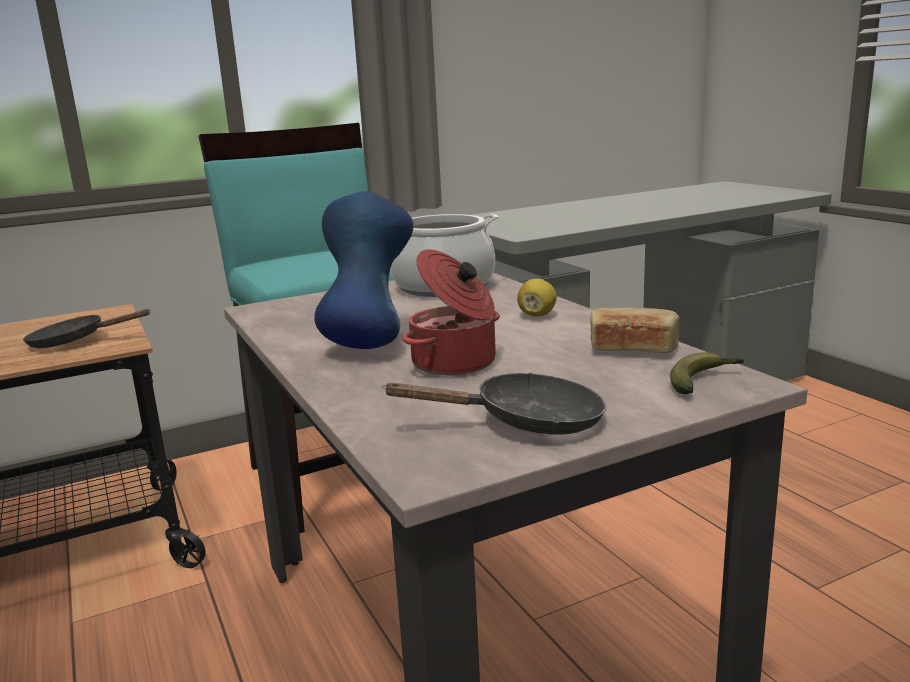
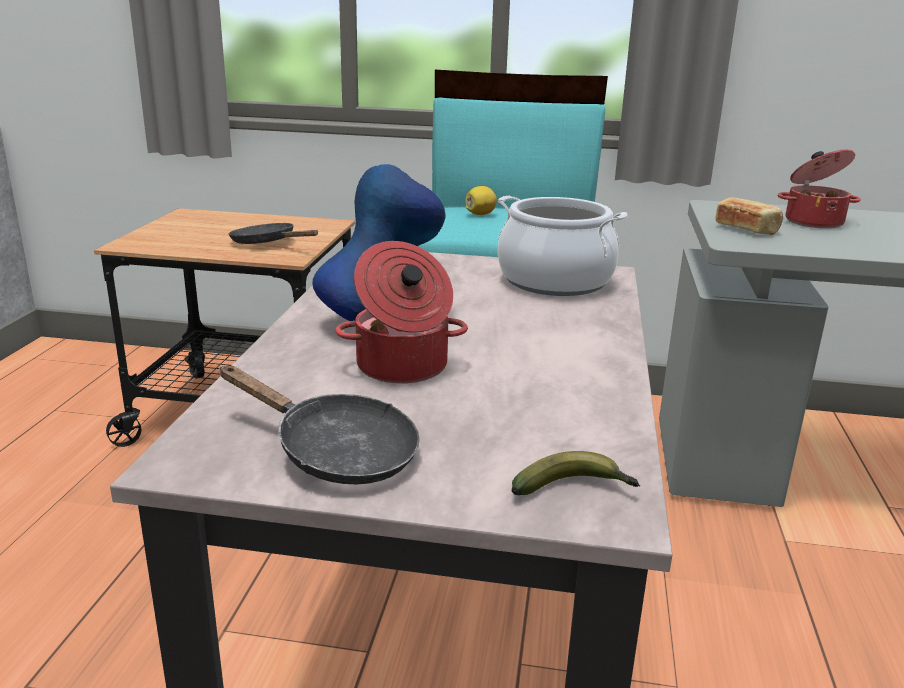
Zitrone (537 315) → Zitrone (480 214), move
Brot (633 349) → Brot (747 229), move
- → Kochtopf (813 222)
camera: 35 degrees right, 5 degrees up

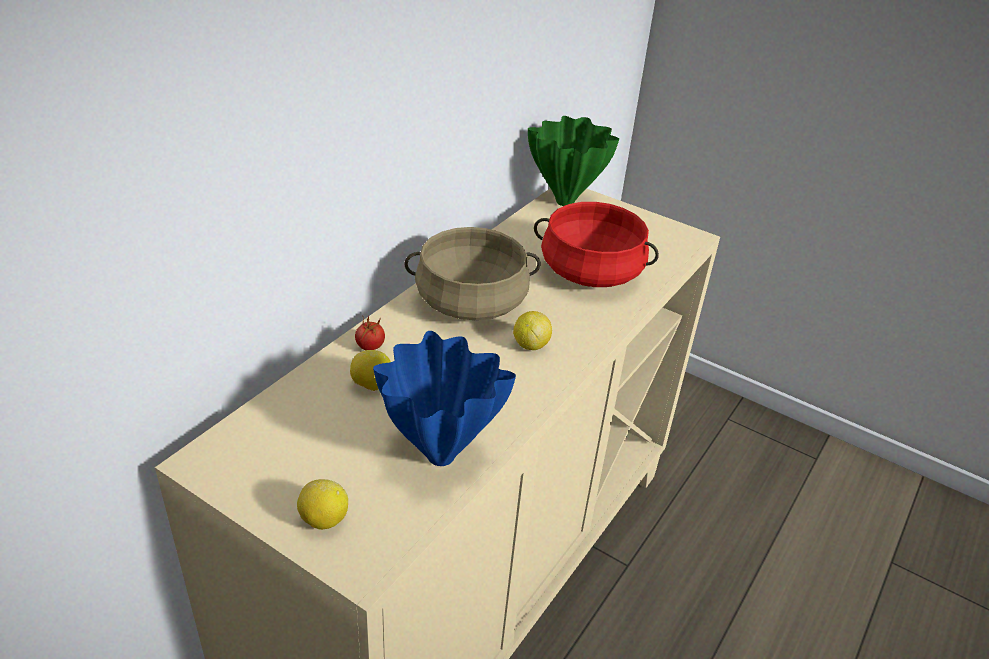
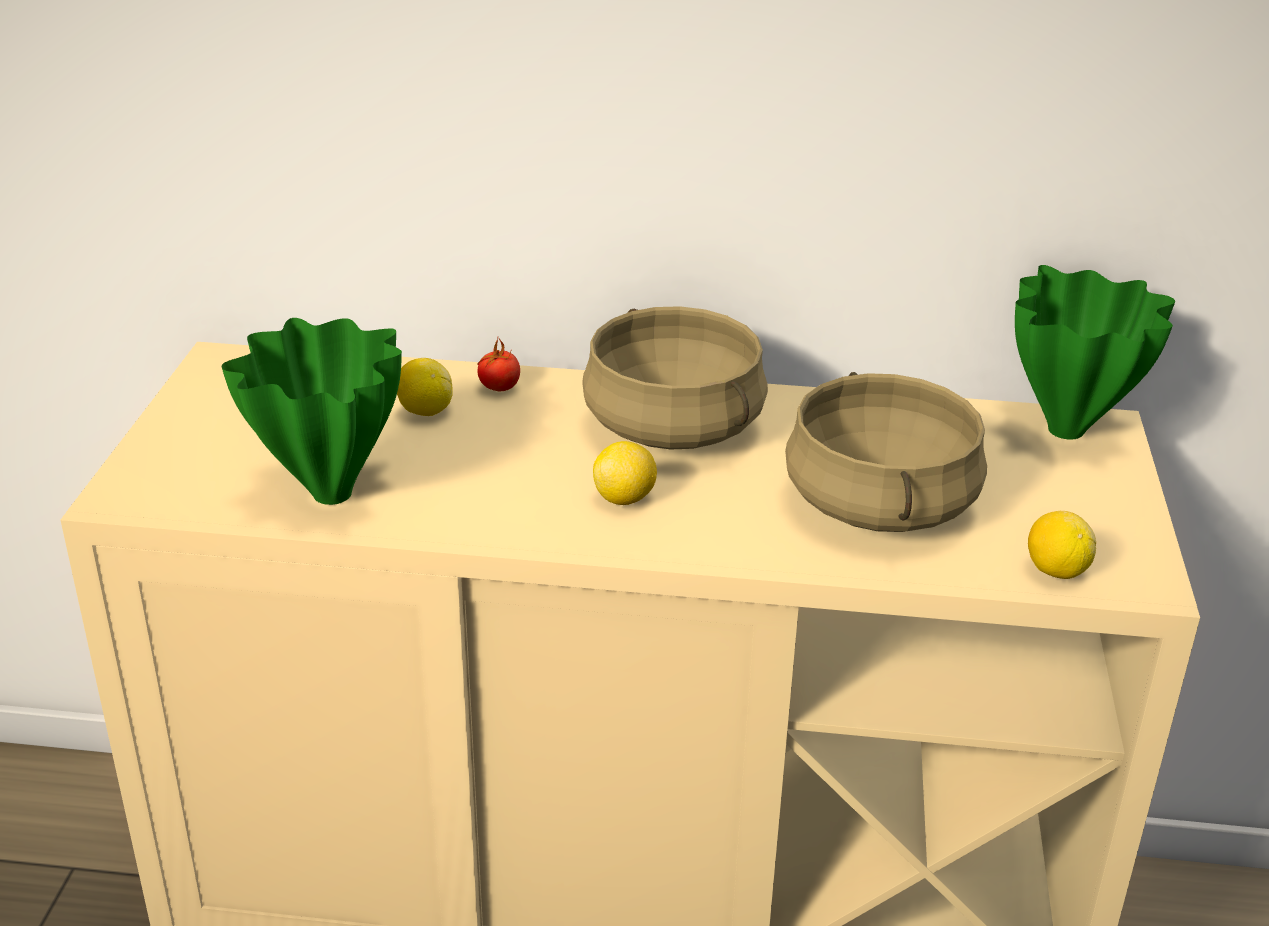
Zitrone (323 520) → Zitrone (1055 571), move
Vase (blau) (438 456) → Vase (grün) (331 492)
Kochtopf (rot) (590 273) → Kochtopf (beige) (877 504)
camera: 65 degrees right, 5 degrees down

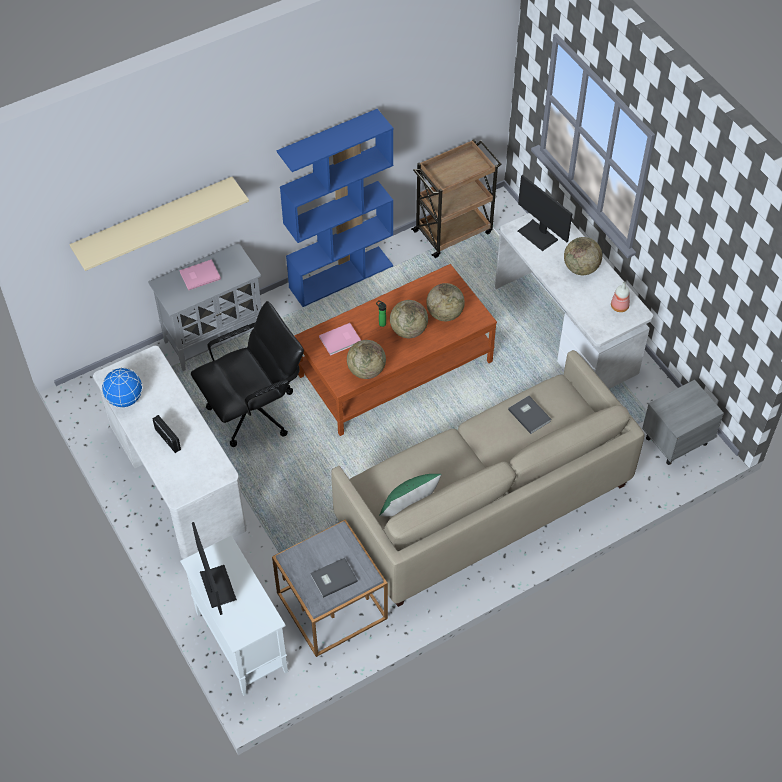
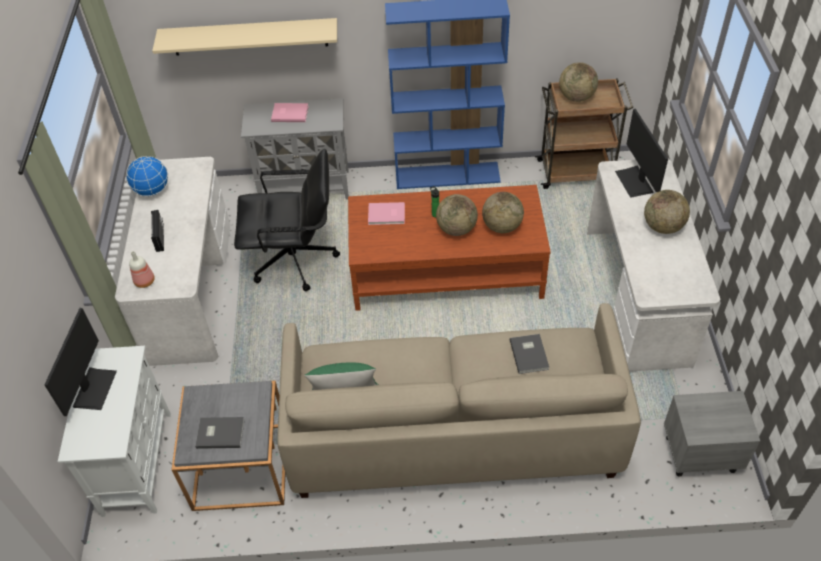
Globus (366 370) → Globus (576 97), move
Flasche (619 306) → Flasche (145 281), move
camera: 30 degrees right, 5 degrees down

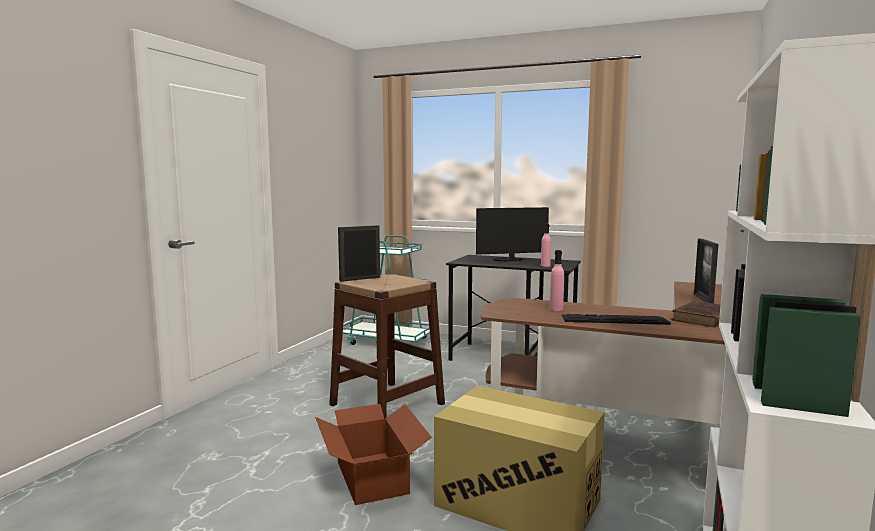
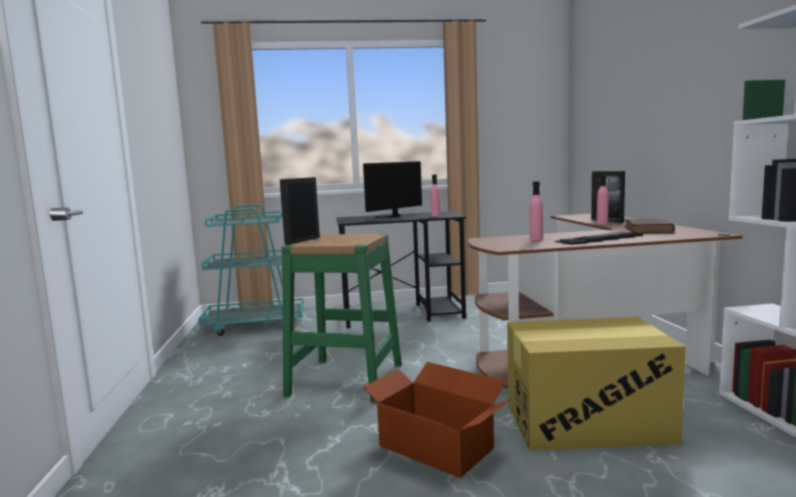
Hocker (braun) (387 404) → Hocker (grün) (346 379)
- → Flasche (rosa) (602 223)
camera: 30 degrees left, 0 degrees up

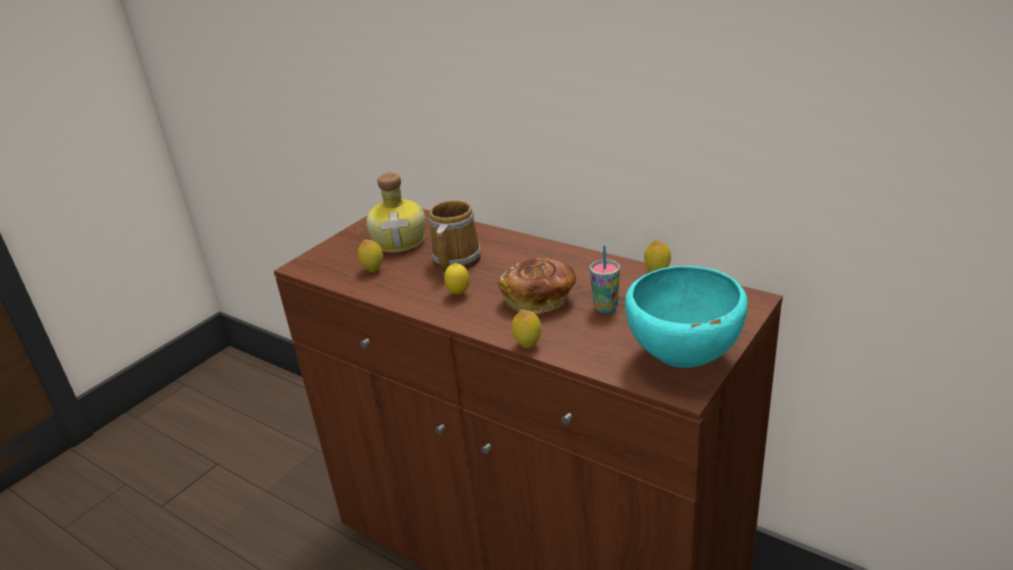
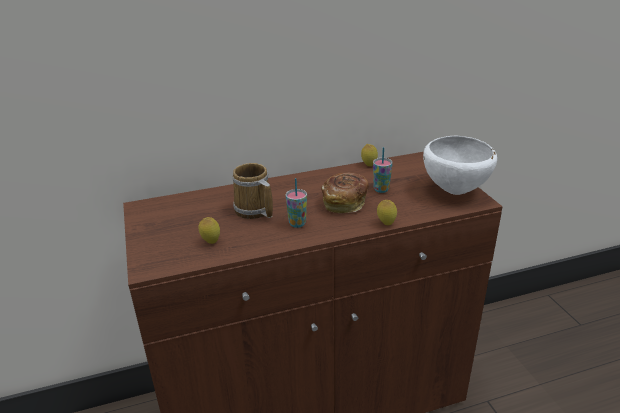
Flasche (401 241) → -
Zitrone (459 294) → Tasse (297 224)
Schüssel (türkis) (684 361) → Schüssel (weiß) (456 191)
camera: 55 degrees left, 0 degrees up

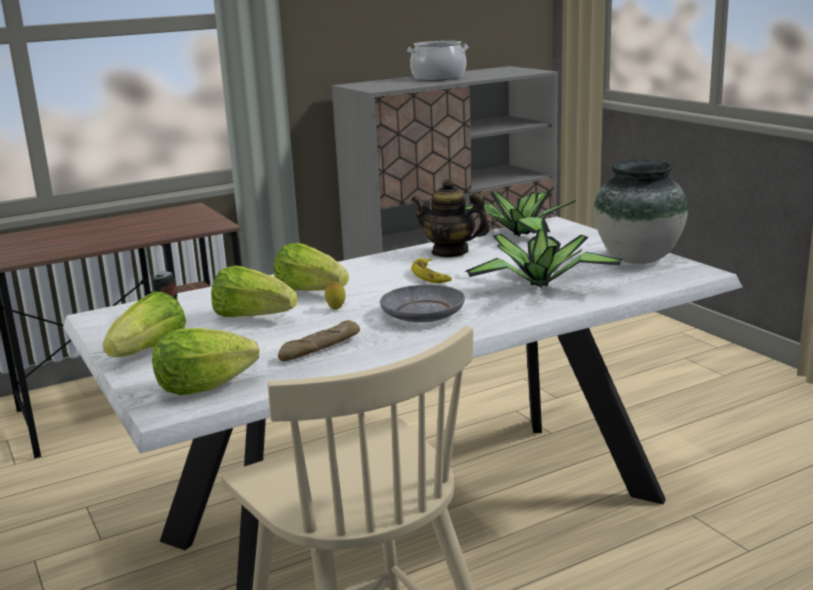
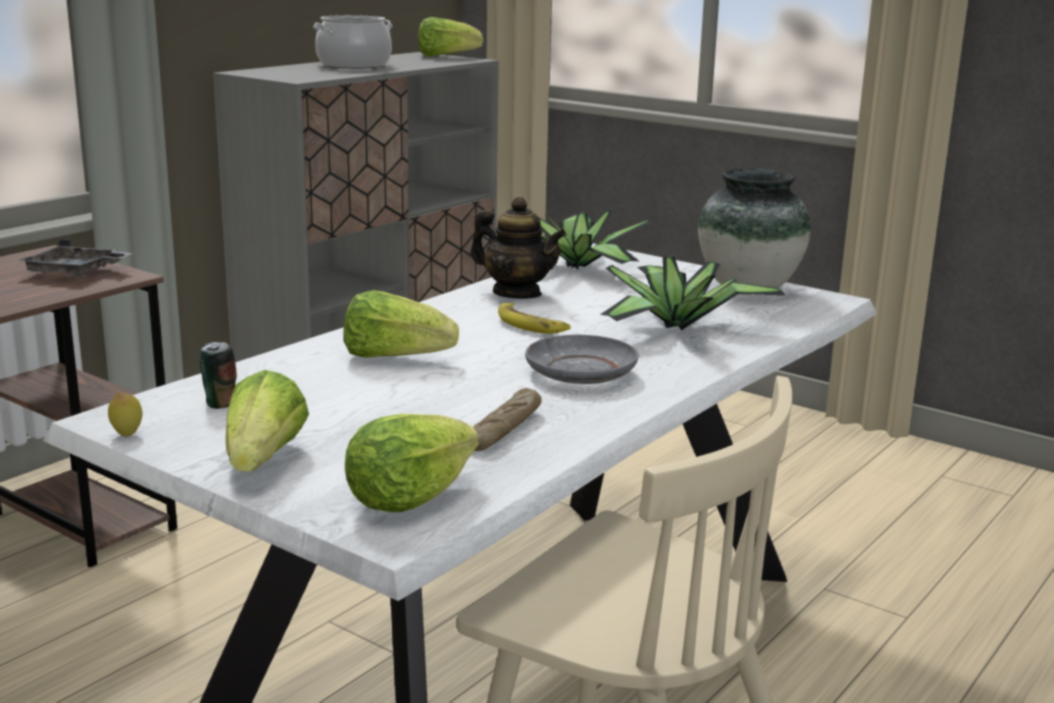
Salatkopf (253 317) → Salatkopf (446 56), move
Zitrone (336 308) → Zitrone (127 434), move
Teekanne (450 252) → Teekanne (517 293), 150 degrees counterclockwise
- → Tablett (grau) (75 272)
camera: 25 degrees left, 0 degrees up

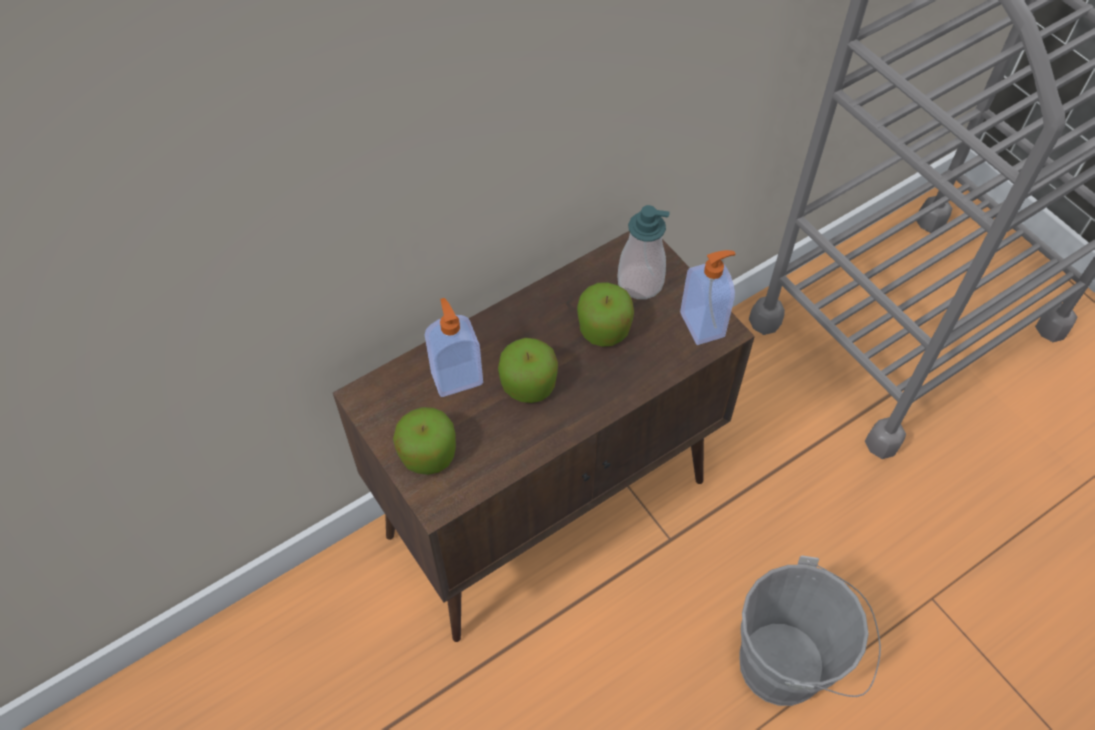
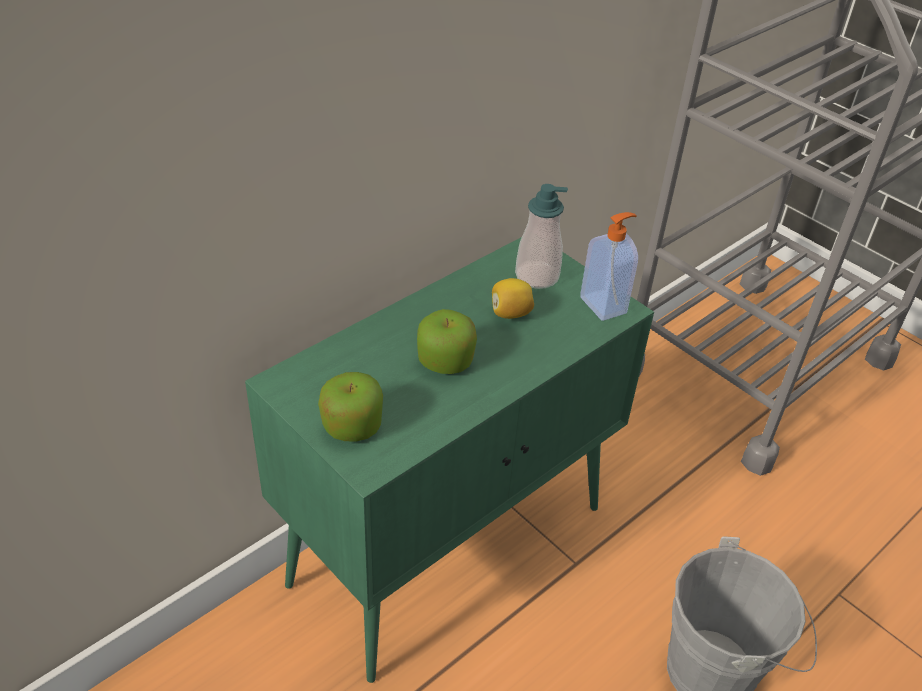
Schrank (braun) (549 506) → Schrank (grün) (450 543)
Seifenspender (456 377) → -
Apfel (604 329) → Zitrone (510 313)
camera: 10 degrees left, 15 degrees down

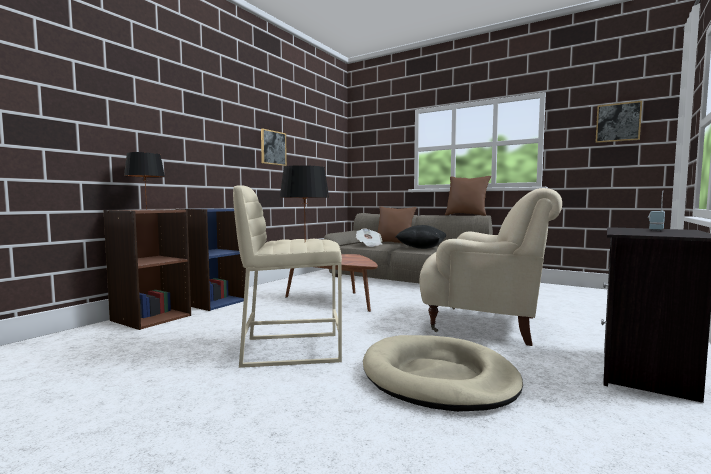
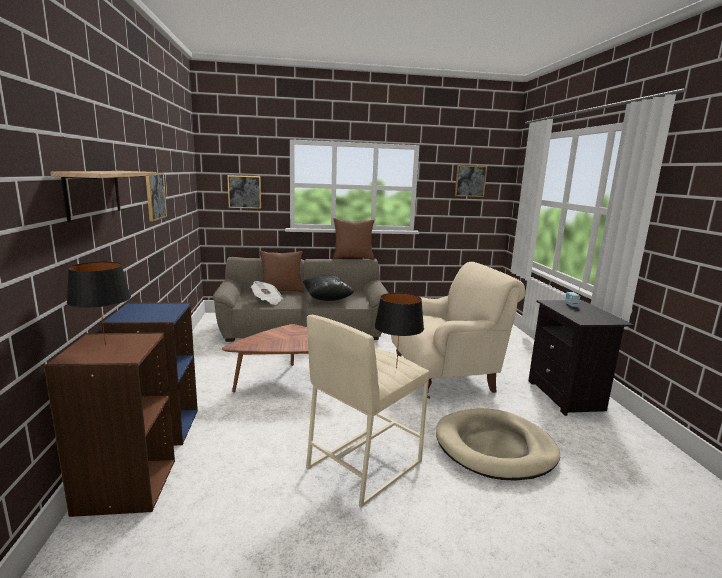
- → Wandregal (93 193)
- → Bild (244 191)
camera: 40 degrees left, 10 degrees up

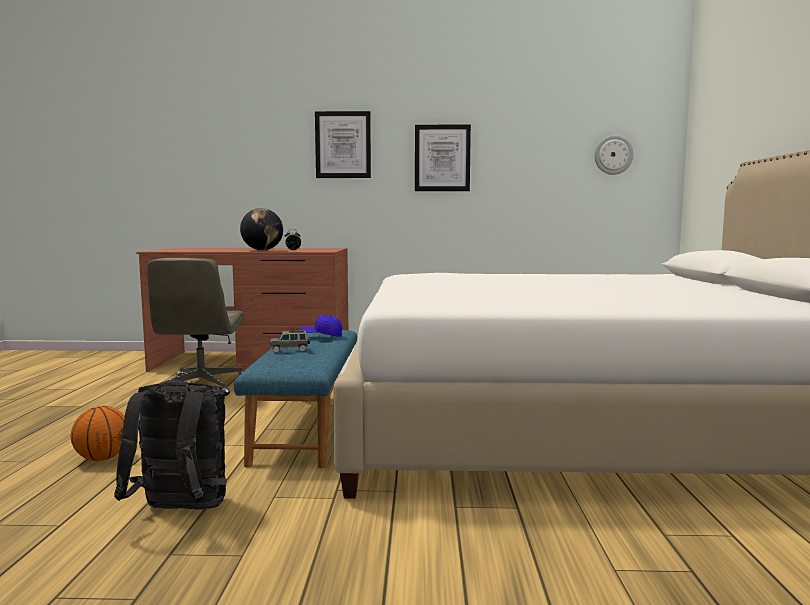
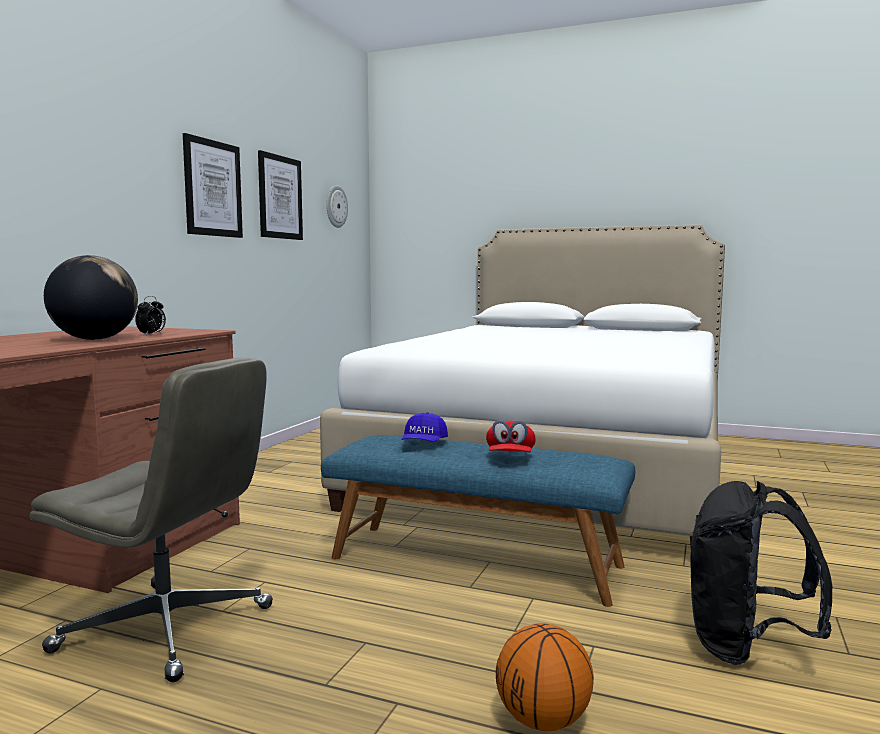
Spielzeugauto (grau) (290 350) → Kappe (rot) (510 458)
Bild (343 145) → Bild (280 197), move
camera: 70 degrees left, 0 degrees up

